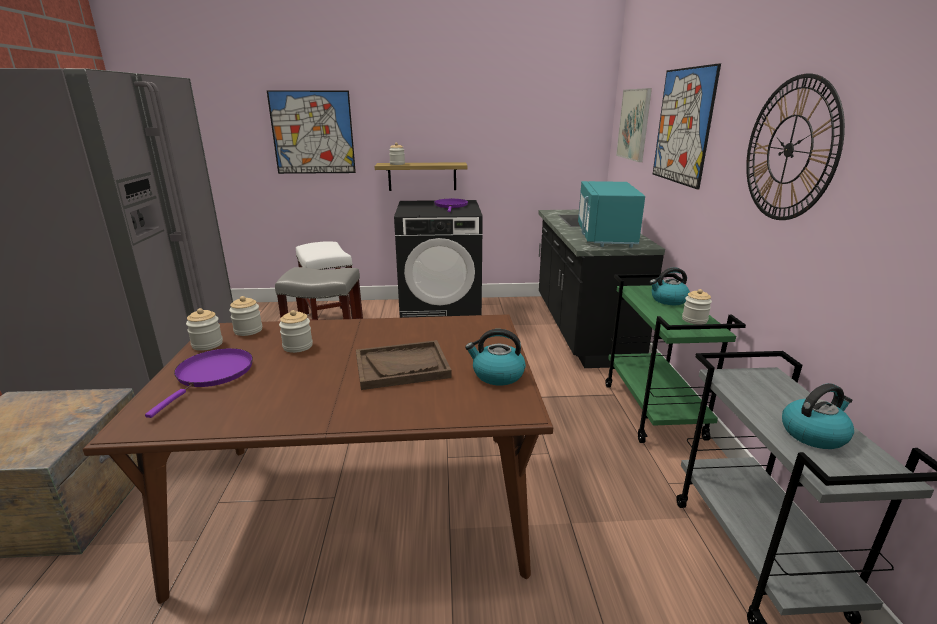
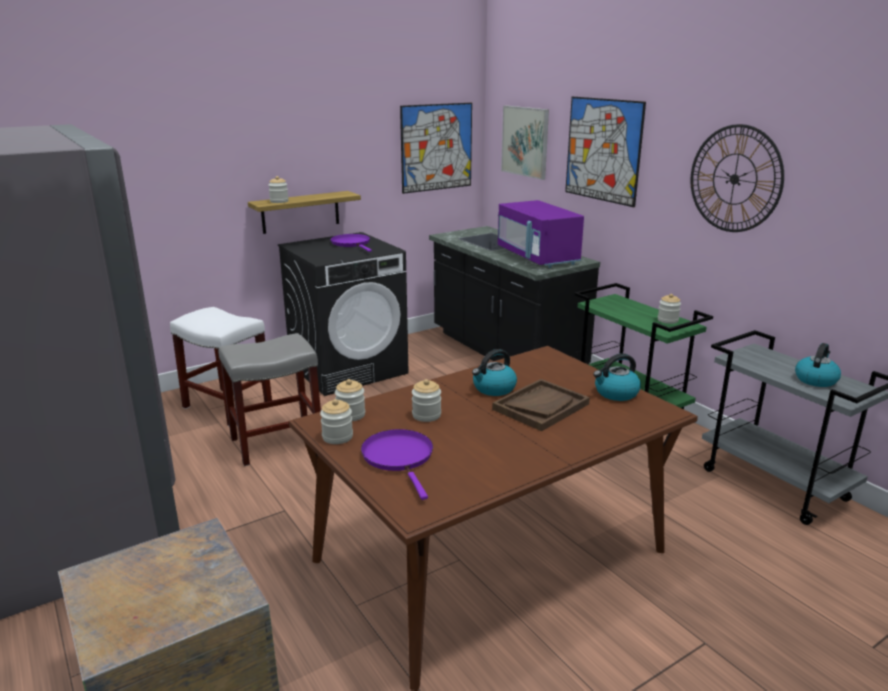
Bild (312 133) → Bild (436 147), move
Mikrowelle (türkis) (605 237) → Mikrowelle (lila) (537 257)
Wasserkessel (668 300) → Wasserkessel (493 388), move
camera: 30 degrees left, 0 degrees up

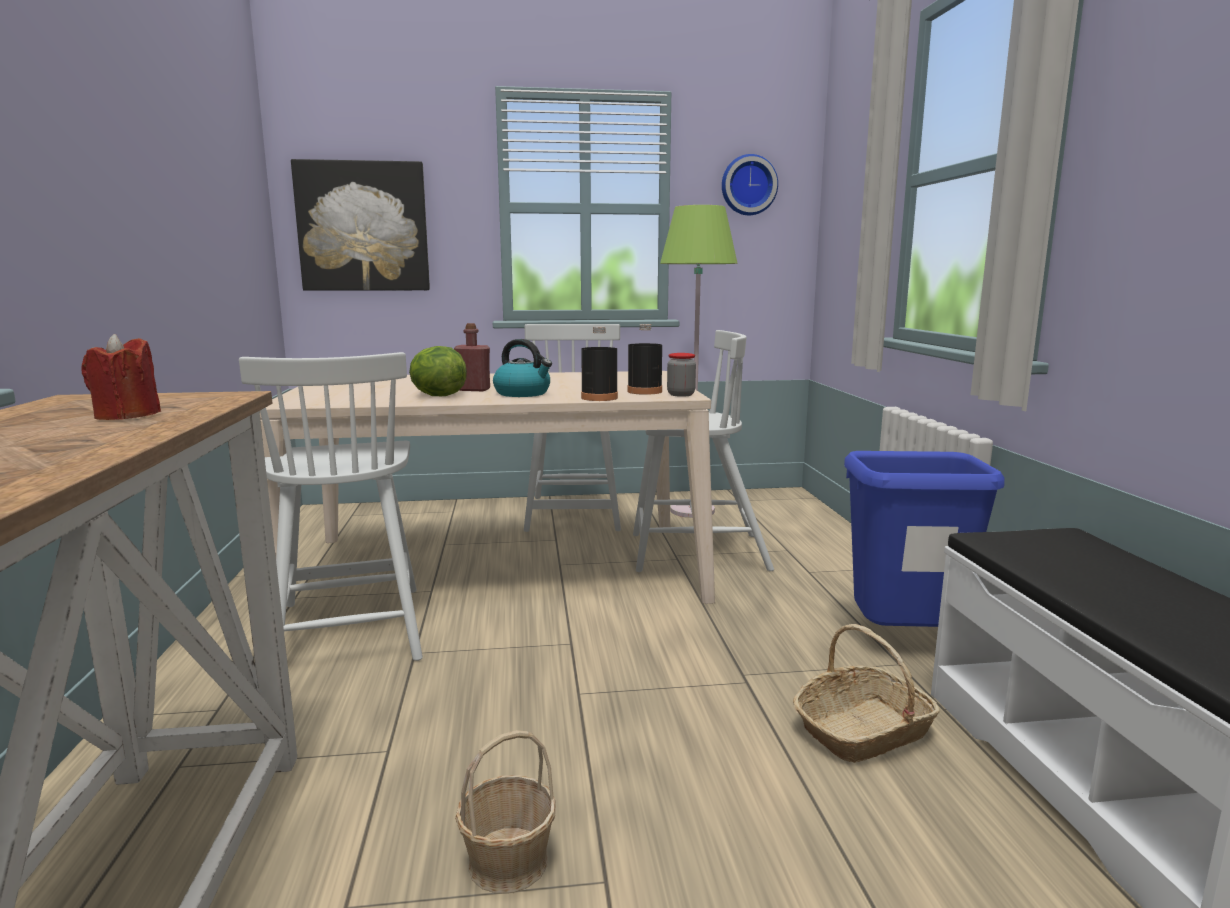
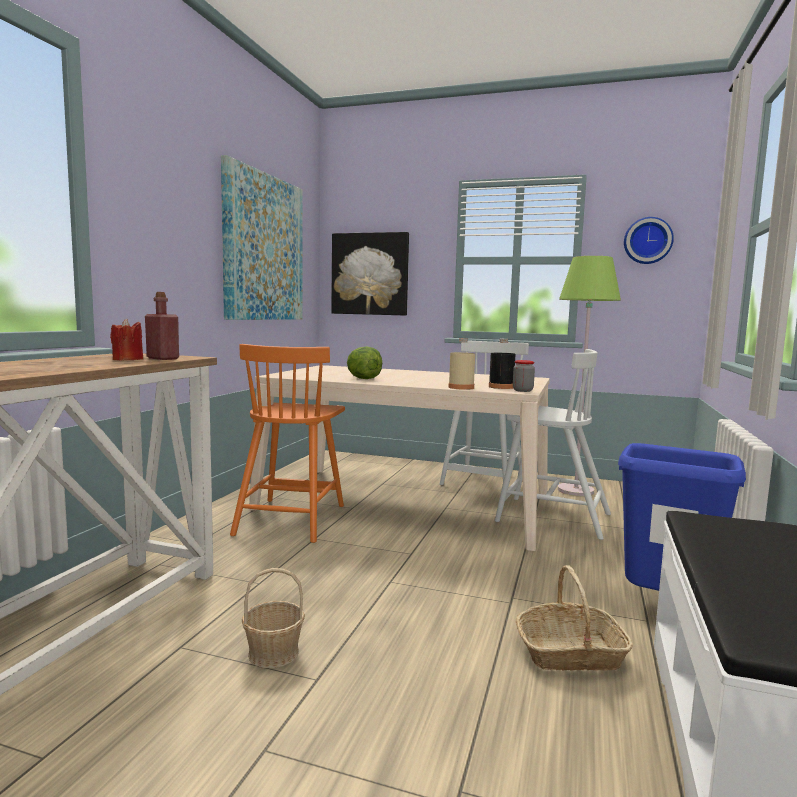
Stuhl (weiß) (350 628) → Stuhl (orange) (291 519)
Flasche (rot) (473 390) → Flasche (rot) (162 358), move
Wasserkessel (523 393) → -
Flasche (schwarz) (599 398) → Flasche (beige) (461 387)
- → Bild (264 248)
camera: 25 degrees right, 5 degrees down

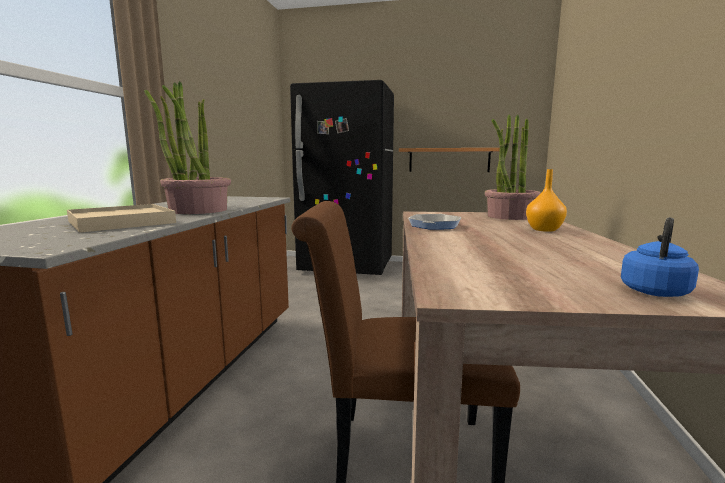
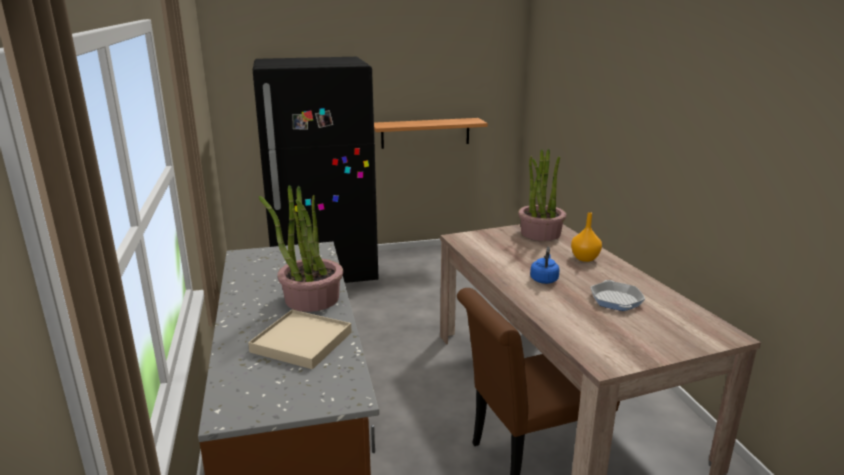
Pfanne (434 225) → Pfanne (616 300), move
Wasserkessel (blau) (655 291) → Wasserkessel (blau) (544 279), move
camera: 25 degrees left, 10 degrees up

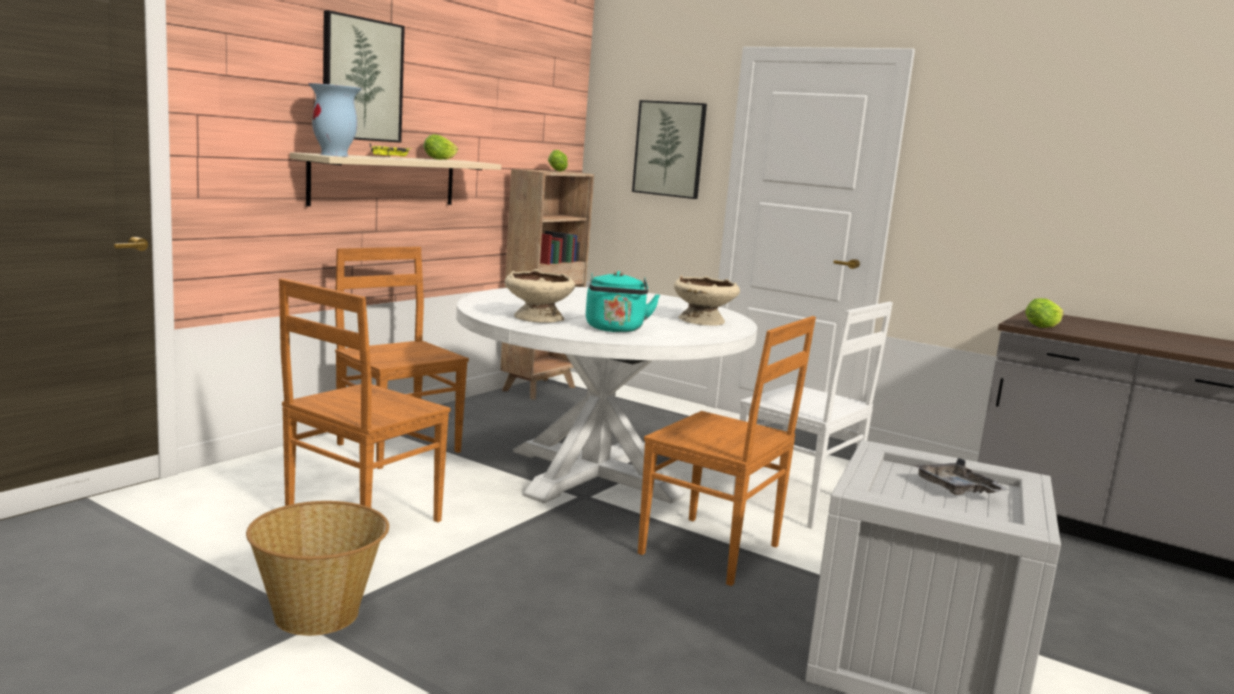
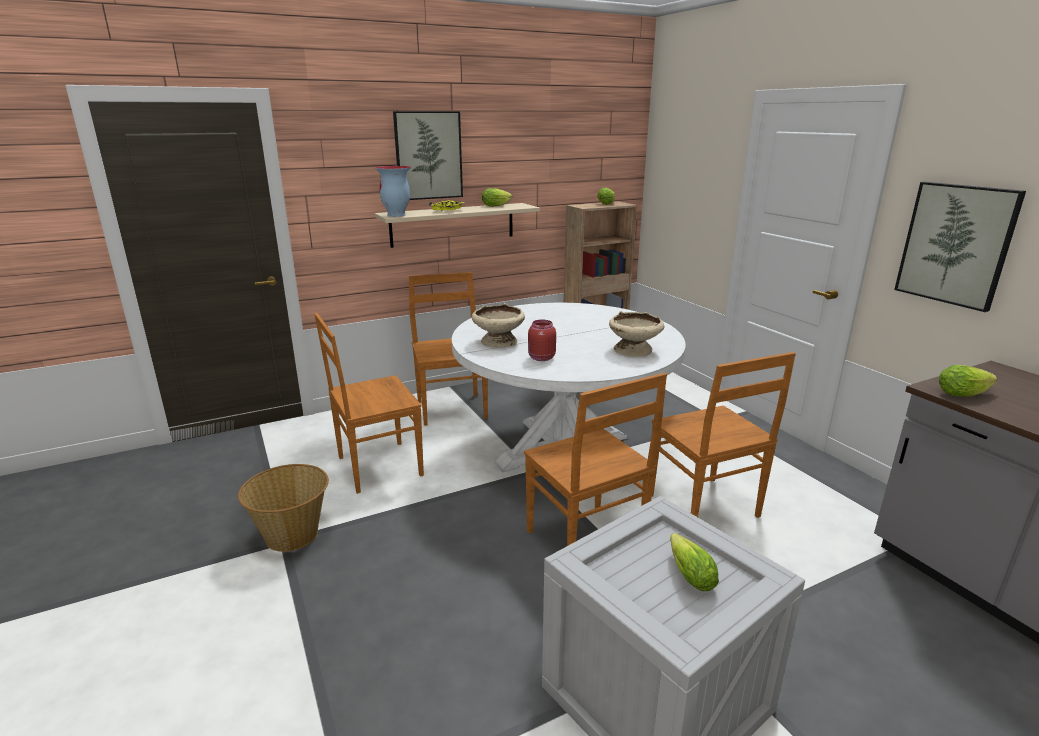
Wasserkessel (türkis) (615 329) → Vorratsglas (rot) (540 358)
Bild (669 149) → Bild (956 244), move
Stuhl (weiß) (798 503) → Stuhl (braun) (704 507)
Tablett (grau) (956 489) → Salatkopf (688 573)
camera: 30 degrees right, 10 degrees up

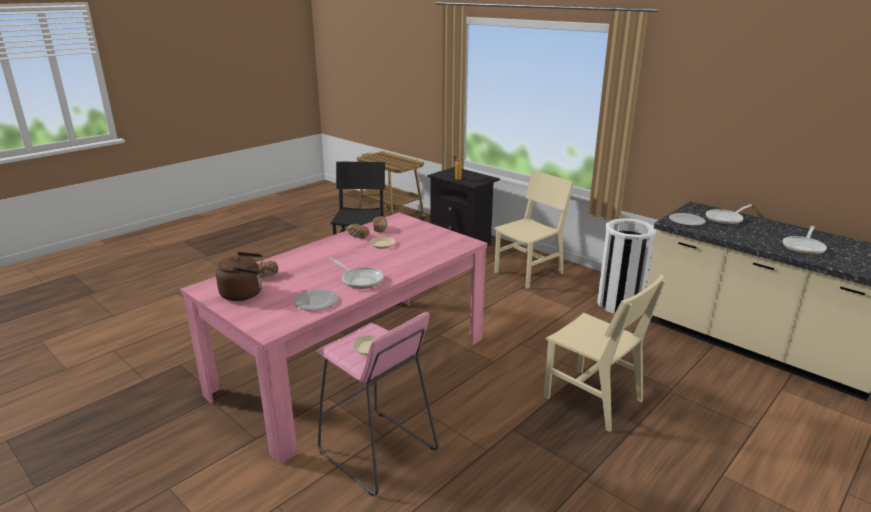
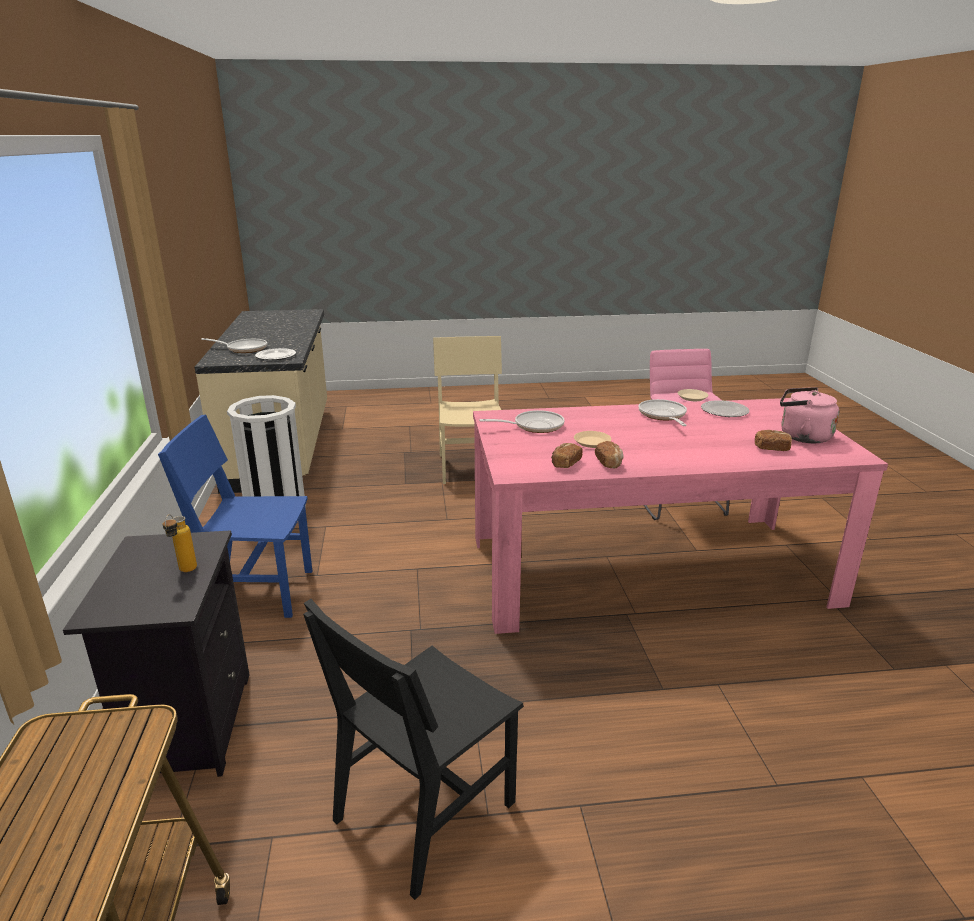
Wasserkessel (braun) (244 293) → Wasserkessel (rosa) (801 436)
Stuhl (beige) (529 273) → Stuhl (blau) (256 592)
Pfanne (804 247) → Pfanne (534 426), move
camera: 140 degrees left, 0 degrees up

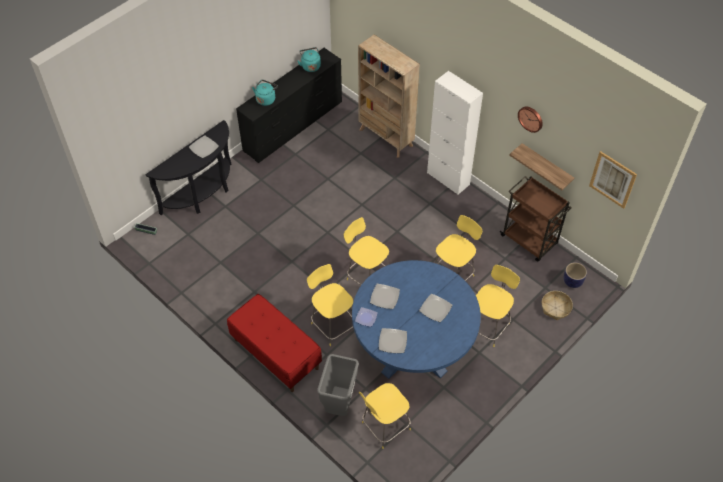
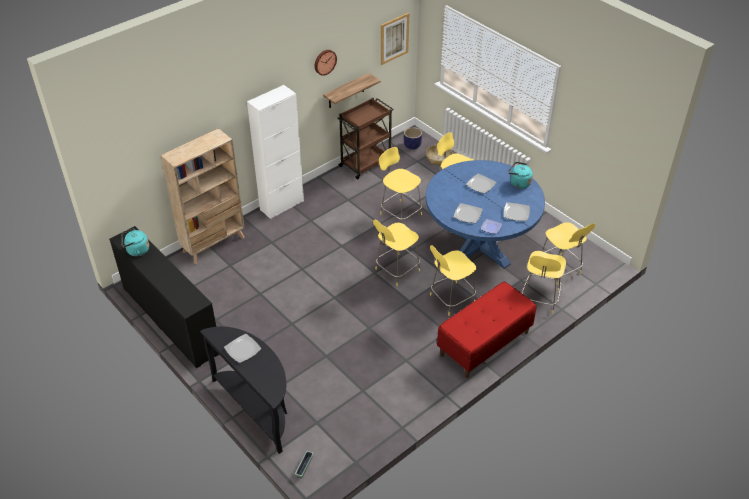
Wasserkessel (türkis) (266 99) → Wasserkessel (türkis) (518 183), move
Mülleimer (grau) (339 405) → Hocker (gelb) (539 299)
camera: 85 degrees left, 10 degrees down

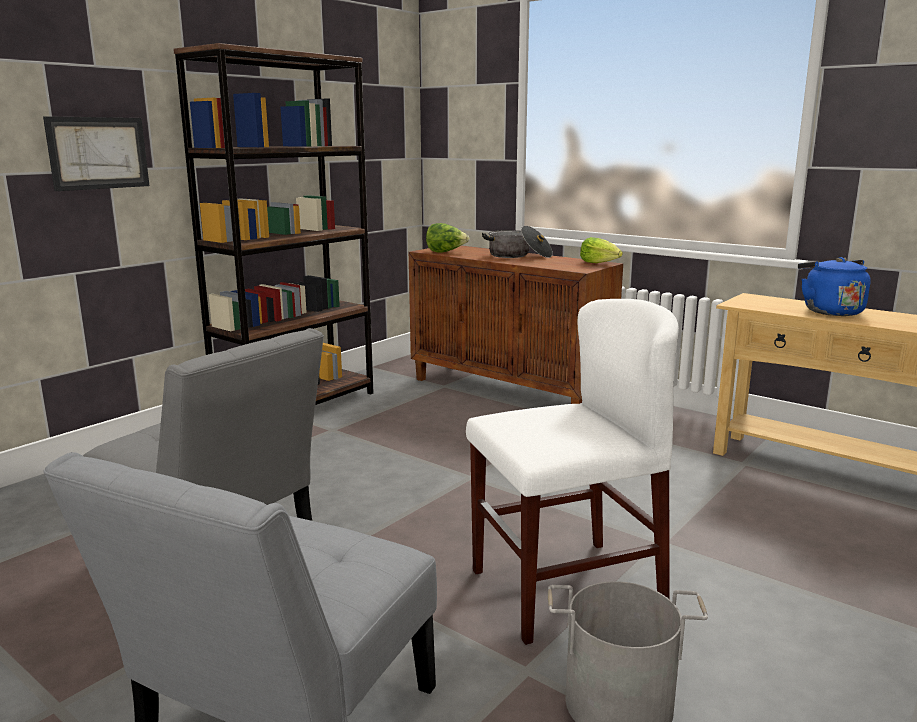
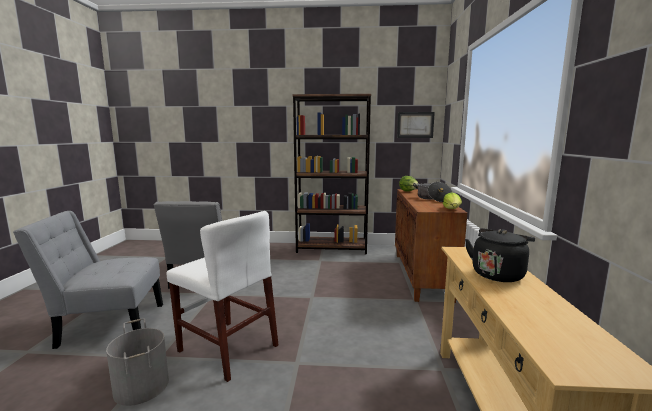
Bild (98 153) → Bild (415 125), move
Wasserkessel (blau) (829 311) → Wasserkessel (schwarz) (498 274)
camera: 55 degrees right, 5 degrees down

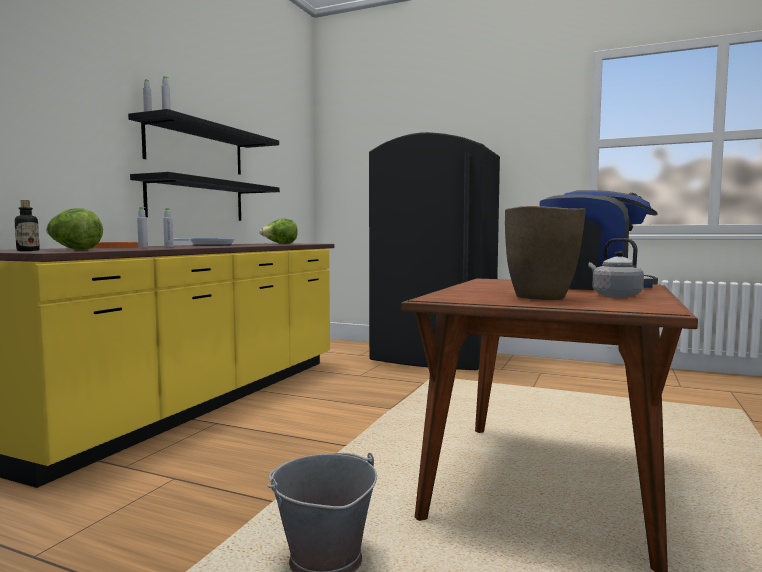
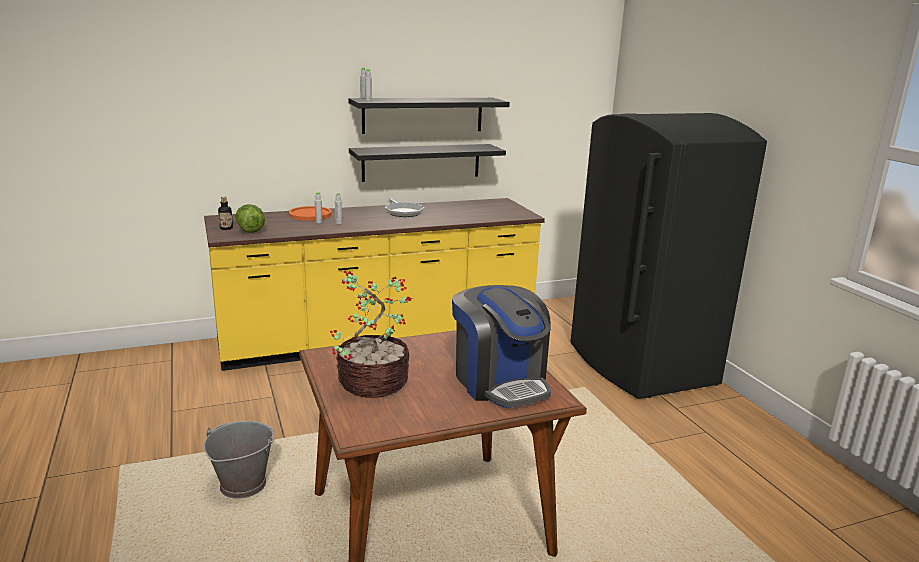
Salatkopf (280 244) → -
Vase (braun) (541 298) → Topfpflanze (371 384)
Wasserkessel (grau) (614 295) → -
camera: 45 degrees right, 15 degrees up

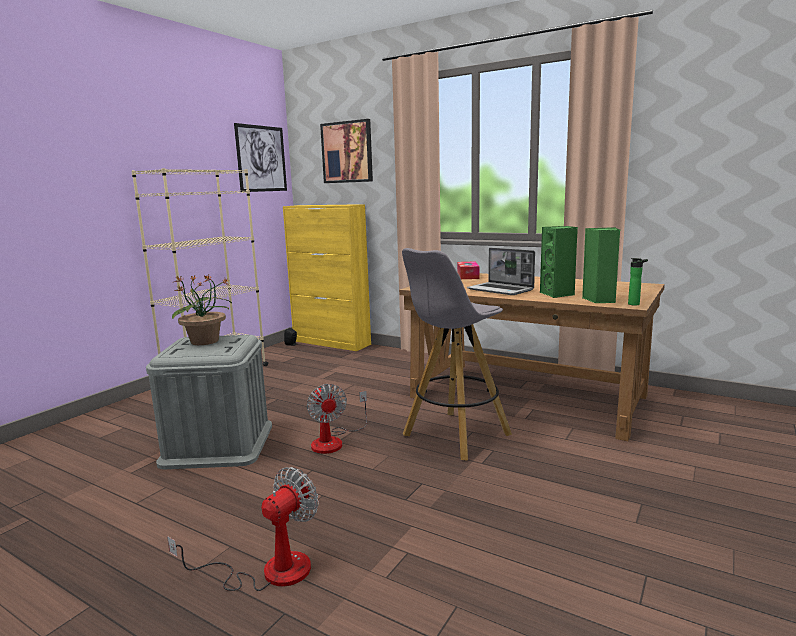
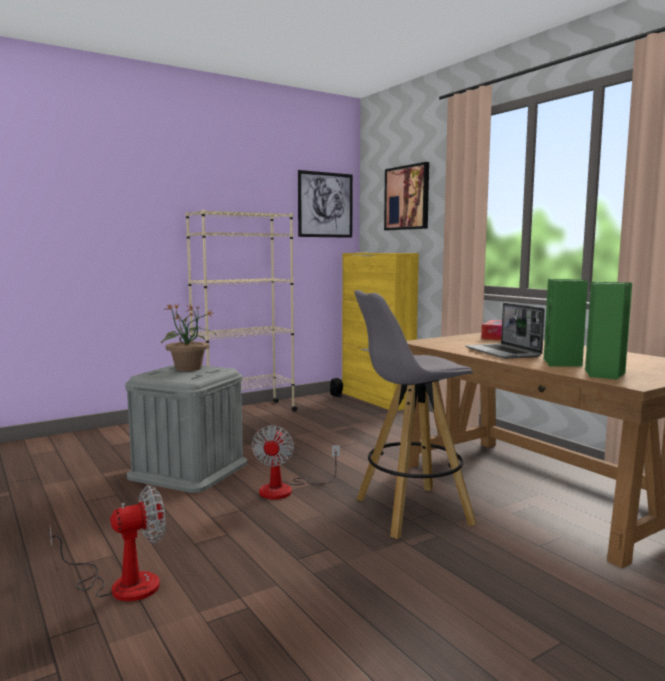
Flasche (635 304) → -
camera: 25 degrees right, 5 degrees down

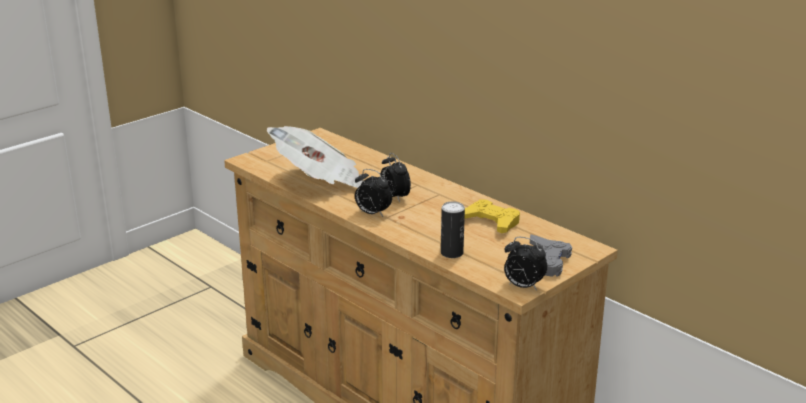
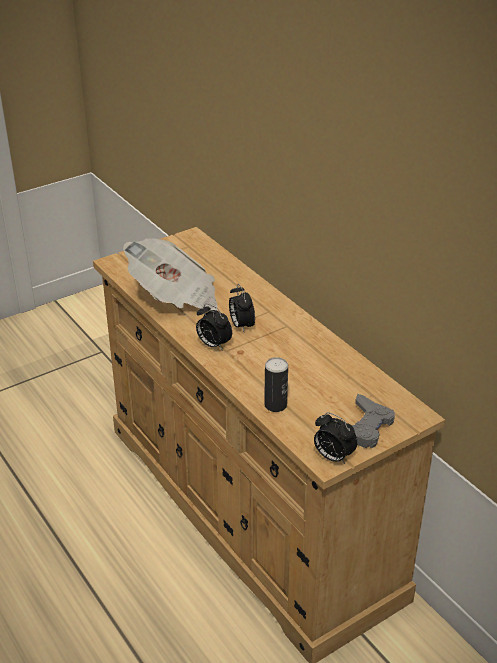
Gamepad (gelb) (490 222) → -
camera: 10 degrees right, 10 degrees up

